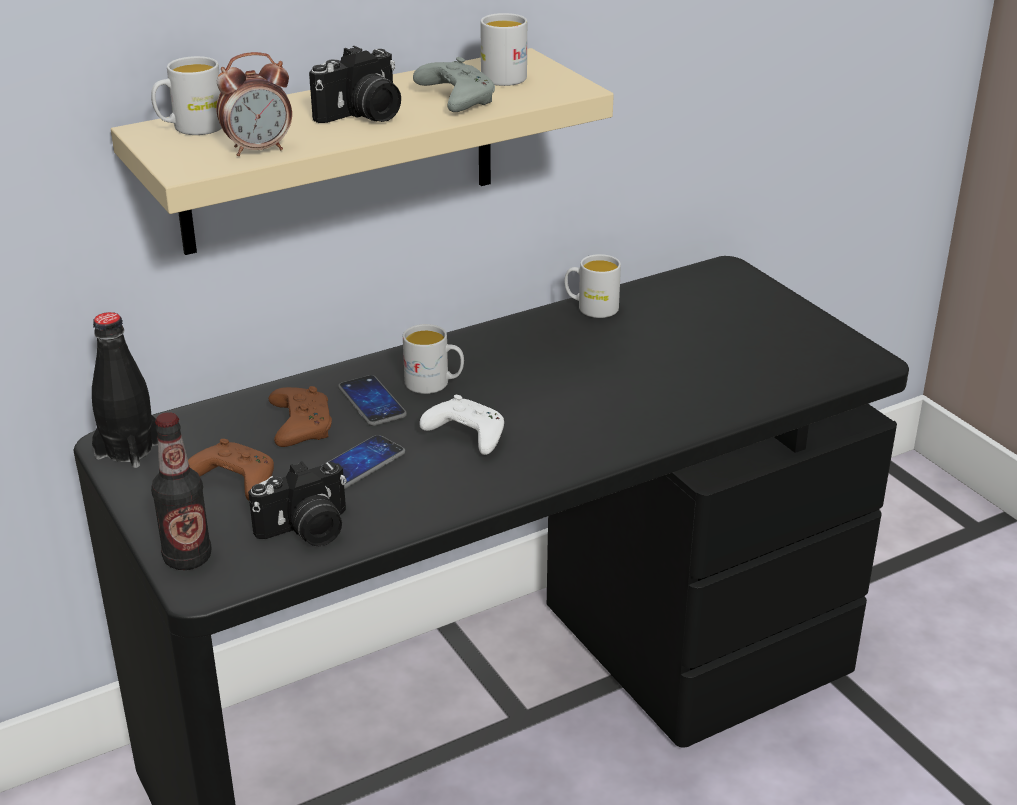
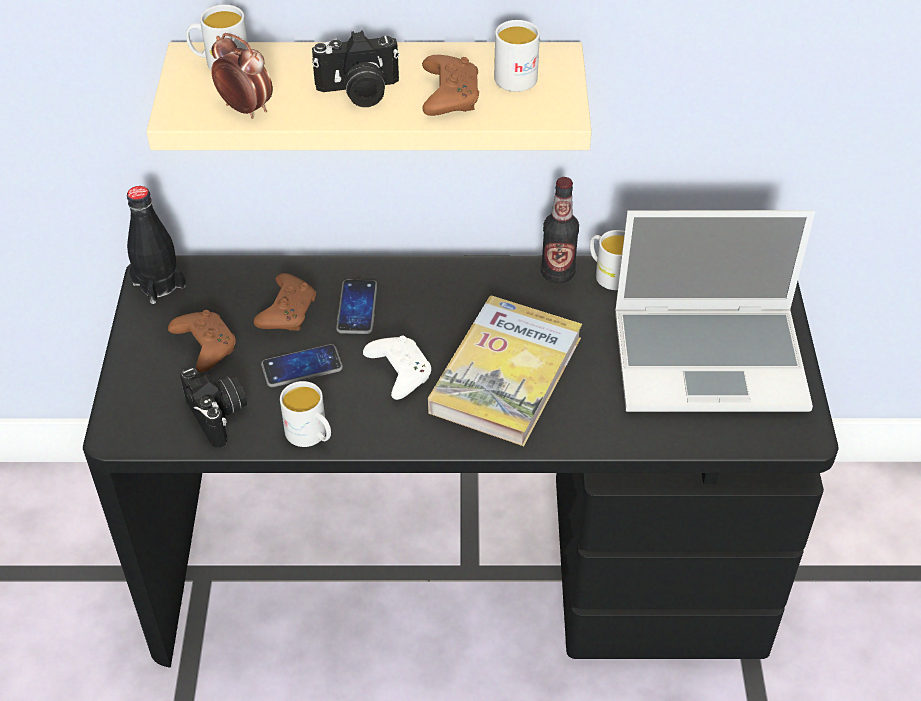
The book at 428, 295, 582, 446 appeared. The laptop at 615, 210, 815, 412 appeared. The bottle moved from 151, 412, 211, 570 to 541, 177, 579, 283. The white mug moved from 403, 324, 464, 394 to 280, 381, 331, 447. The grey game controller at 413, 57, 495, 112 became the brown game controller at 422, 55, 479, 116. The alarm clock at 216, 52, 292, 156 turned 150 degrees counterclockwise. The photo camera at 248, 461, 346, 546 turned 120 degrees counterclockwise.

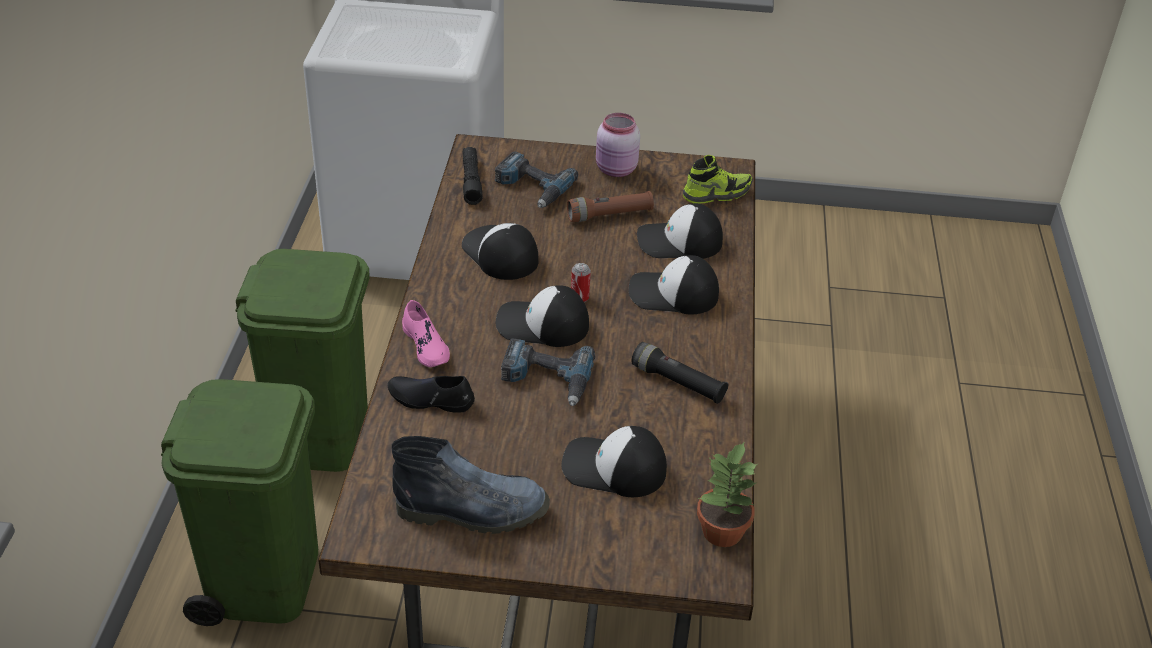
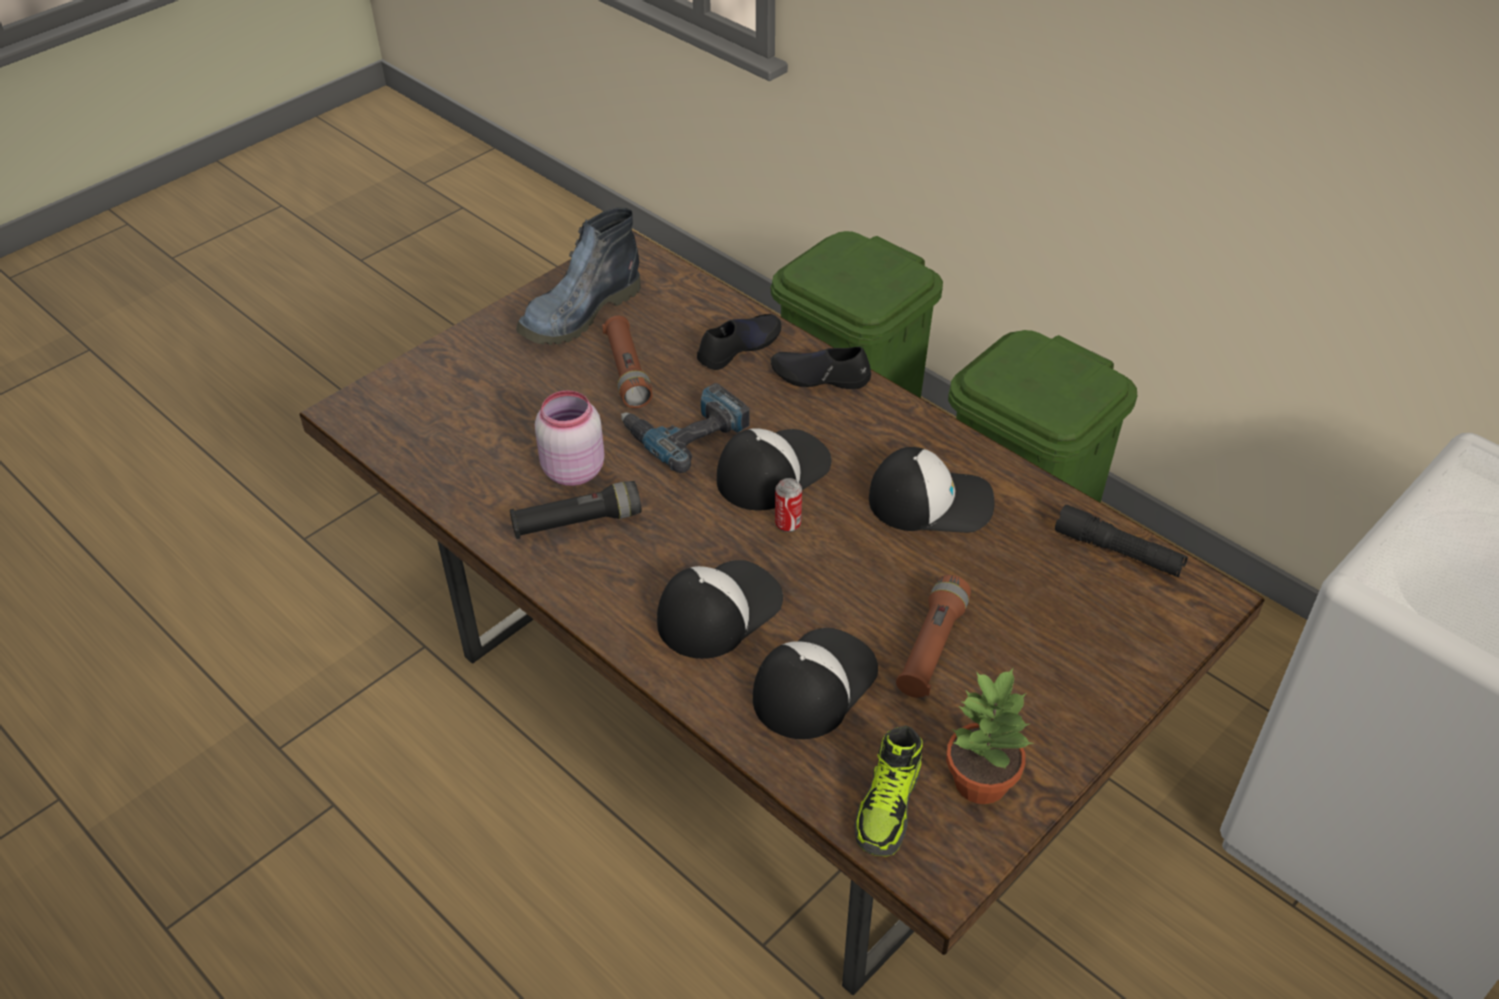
The power drill at 494, 152, 578, 208 disappeared. The cap at 562, 426, 667, 497 disappeared. The brown flashlight at 602, 316, 652, 408 appeared. The pink jar moved from 596, 113, 640, 177 to 535, 391, 605, 486. The potted plant moved from 697, 441, 759, 547 to 946, 668, 1034, 804. The pink shoe at 402, 300, 450, 367 became the black shoe at 770, 347, 871, 389.

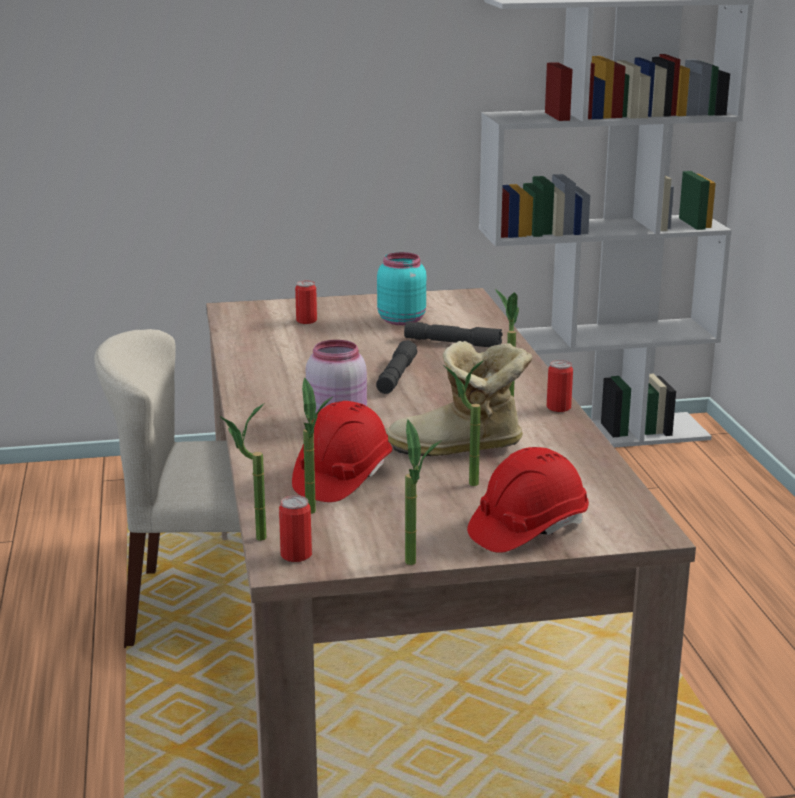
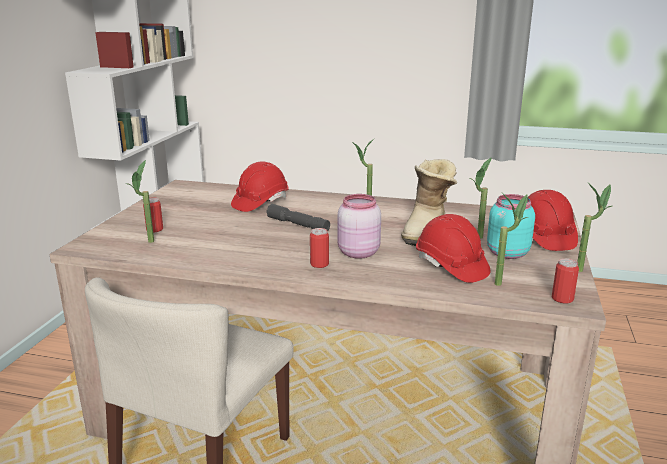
The potted plant moved from 220, 403, 267, 541 to 126, 160, 154, 243. The turquoise jar moved from 377, 252, 426, 325 to 487, 194, 535, 259. The can moved from 547, 360, 573, 412 to 310, 228, 329, 268. The grey flashlight at 404, 322, 503, 347 was replaced by the red hard hat at 231, 161, 289, 212.

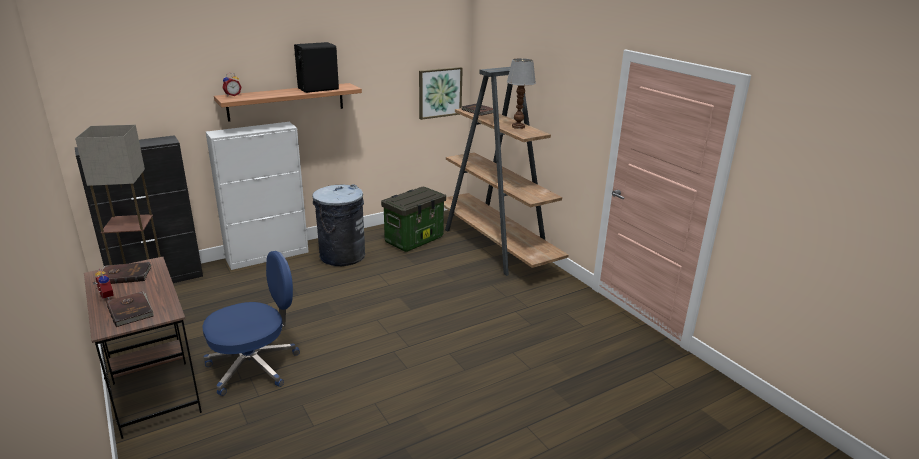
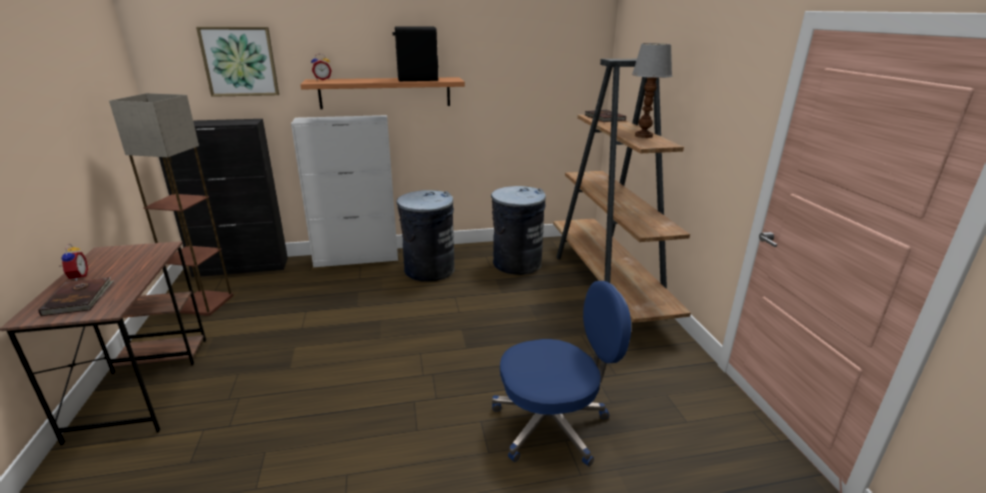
The brown book at 98, 262, 151, 284 disappeared. The blue office chair moved from 202, 251, 300, 396 to 492, 281, 631, 466. The picture moved from 419, 67, 463, 120 to 196, 27, 279, 97. The storage box at 381, 187, 446, 252 was replaced by the grey trash can at 491, 186, 546, 275.

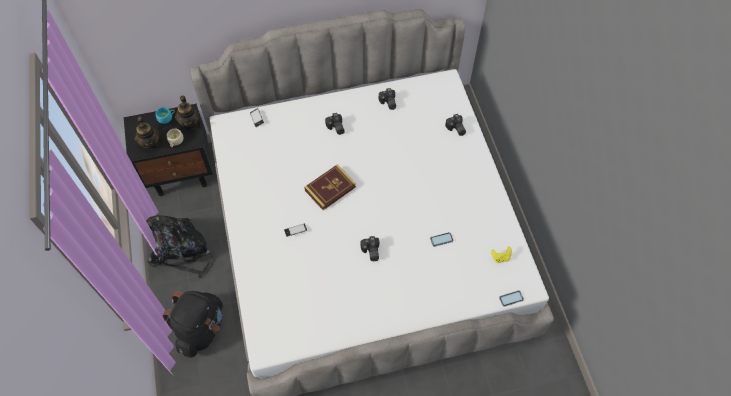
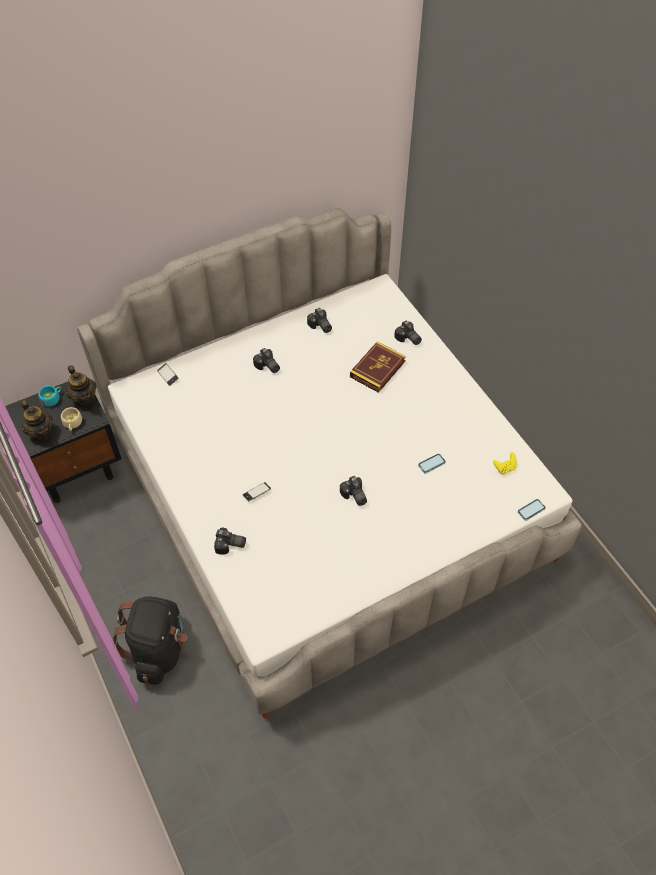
The black backpack at 146, 215, 212, 279 disappeared. The photo camera at 214, 528, 246, 555 appeared. The book moved from 304, 164, 356, 210 to 350, 341, 406, 393.

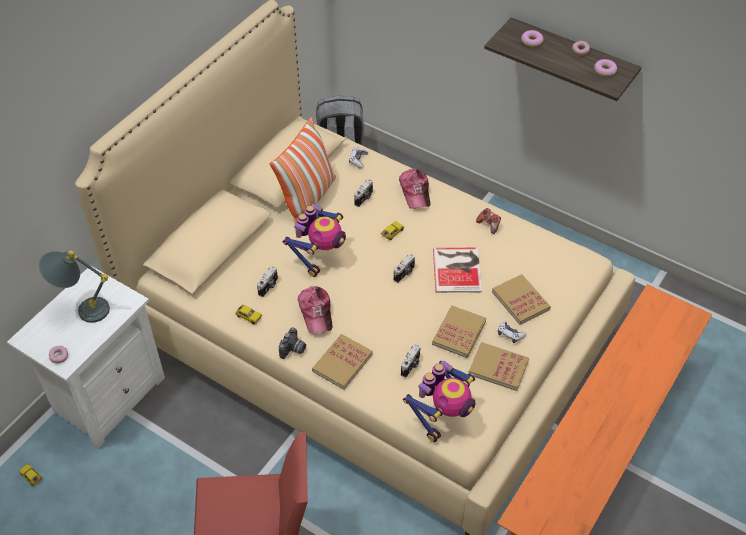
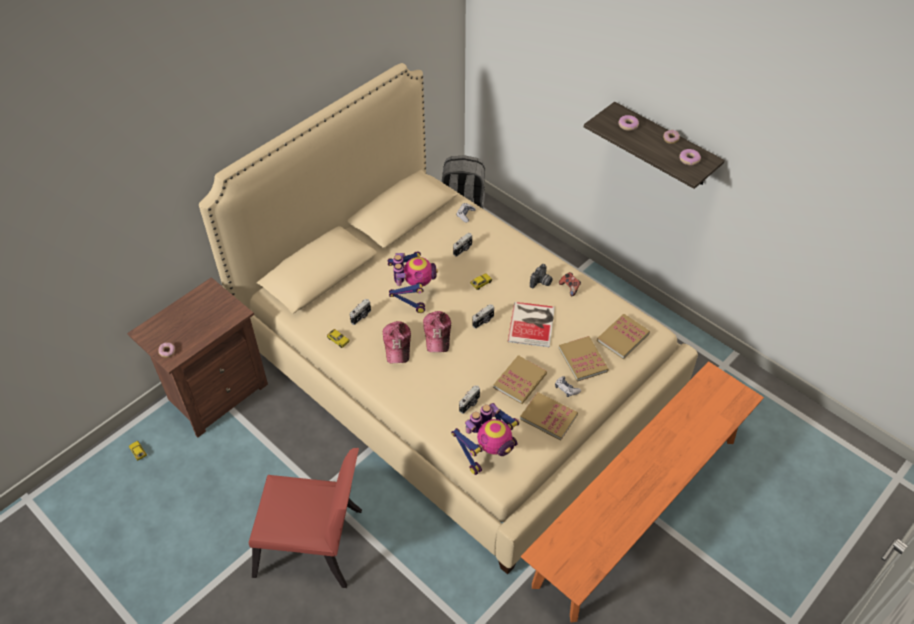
The grey table lamp at 39, 251, 110, 323 disappeared. The pillow at 270, 117, 336, 224 disappeared. The photo camera moved from 279, 327, 306, 359 to 530, 264, 553, 288. The book moved from 312, 334, 373, 390 to 597, 314, 650, 359. The cap moved from 399, 168, 431, 209 to 423, 311, 451, 352. The white nightstand at 7, 265, 165, 449 became the brown nightstand at 127, 277, 268, 438. The toy robot at 282, 204, 346, 277 turned 45 degrees counterclockwise.

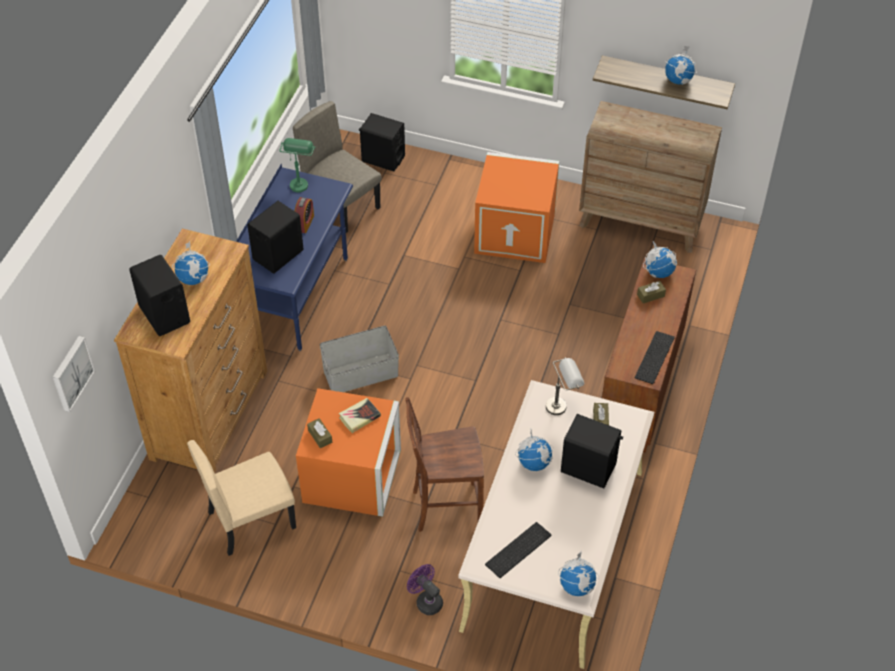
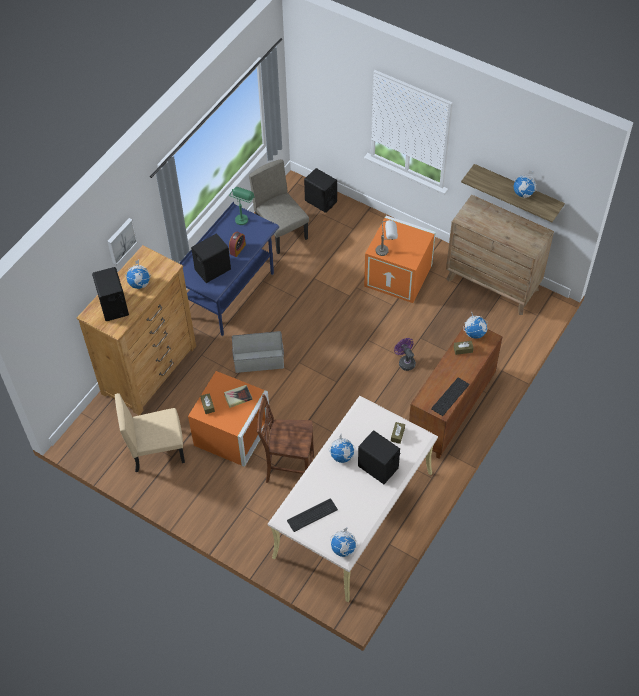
The picture moved from 53, 336, 95, 412 to 107, 218, 137, 265. The purple fan moved from 407, 564, 443, 615 to 394, 338, 416, 371. The grey table lamp moved from 546, 357, 584, 415 to 376, 220, 398, 256.

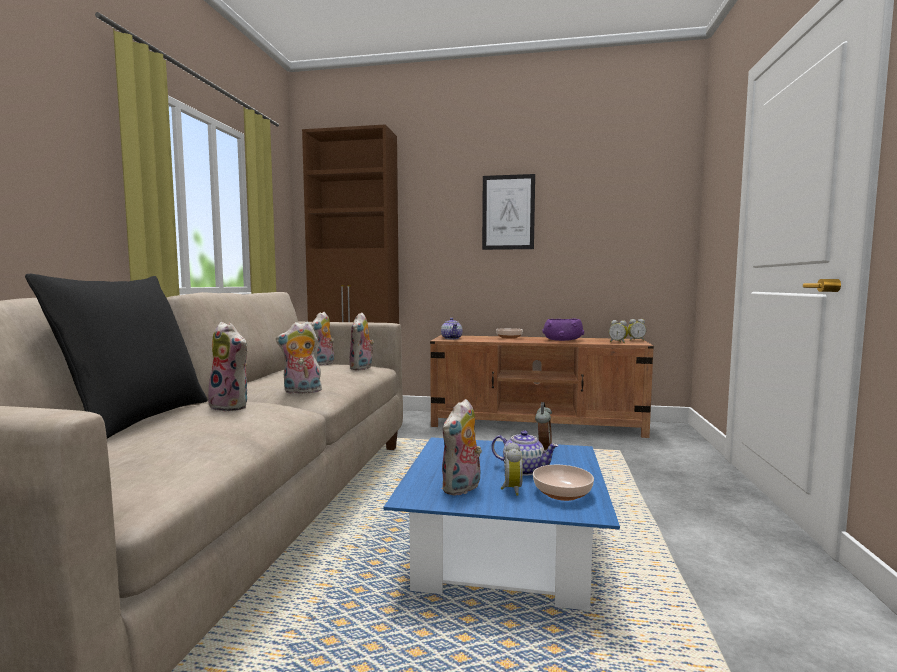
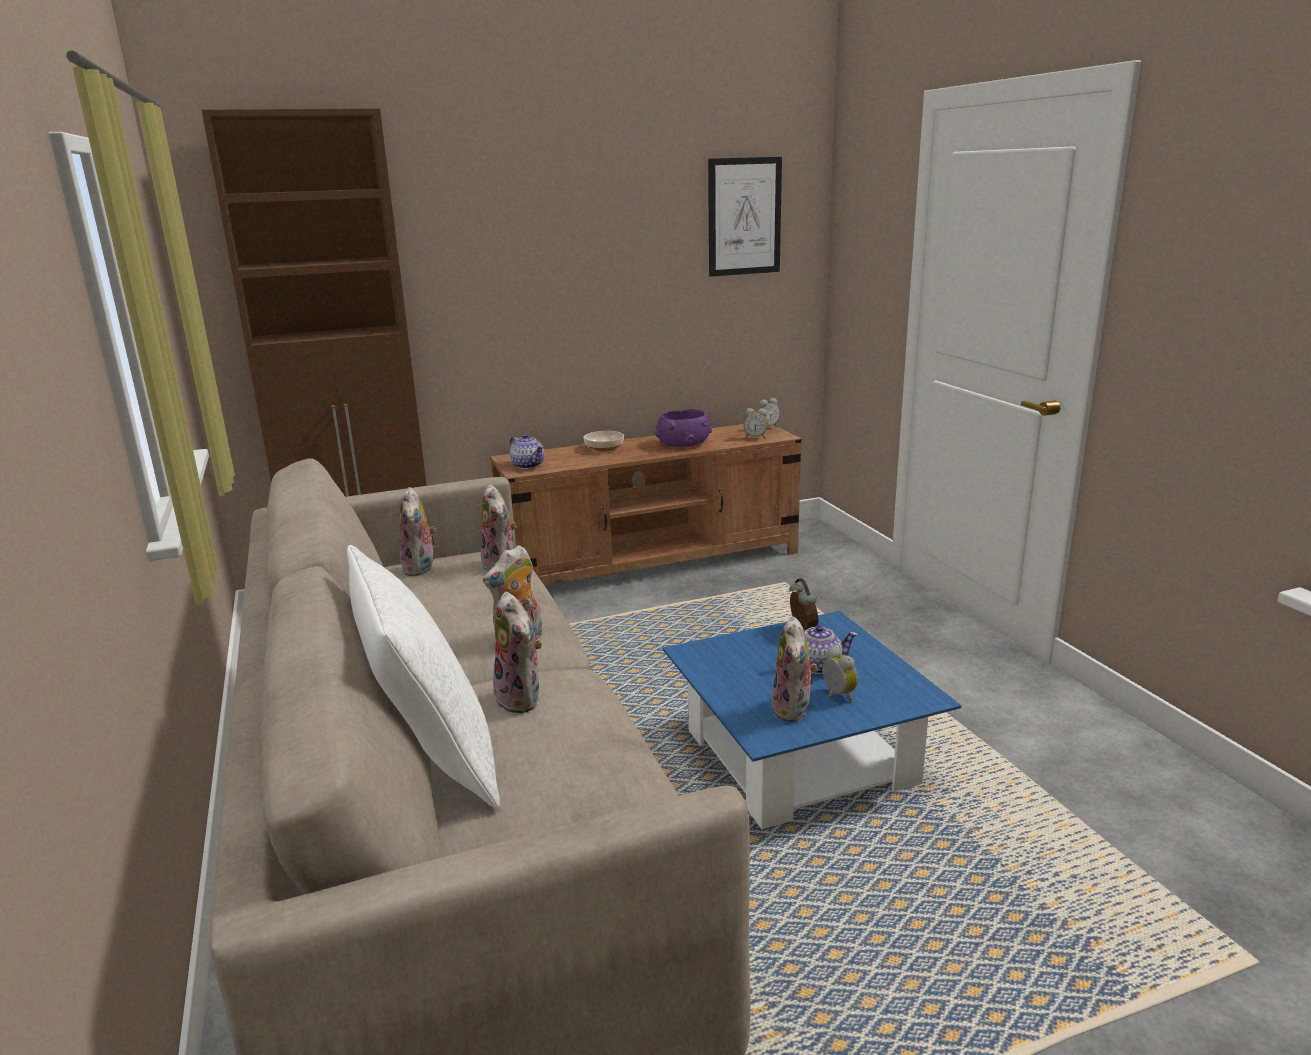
The bowl at 533, 465, 594, 501 disappeared. The picture moved from 482, 174, 535, 250 to 708, 157, 782, 277. The black pillow at 25, 274, 208, 439 became the white pillow at 347, 545, 500, 809. The plush toy at 205, 322, 247, 412 turned 60 degrees clockwise.

